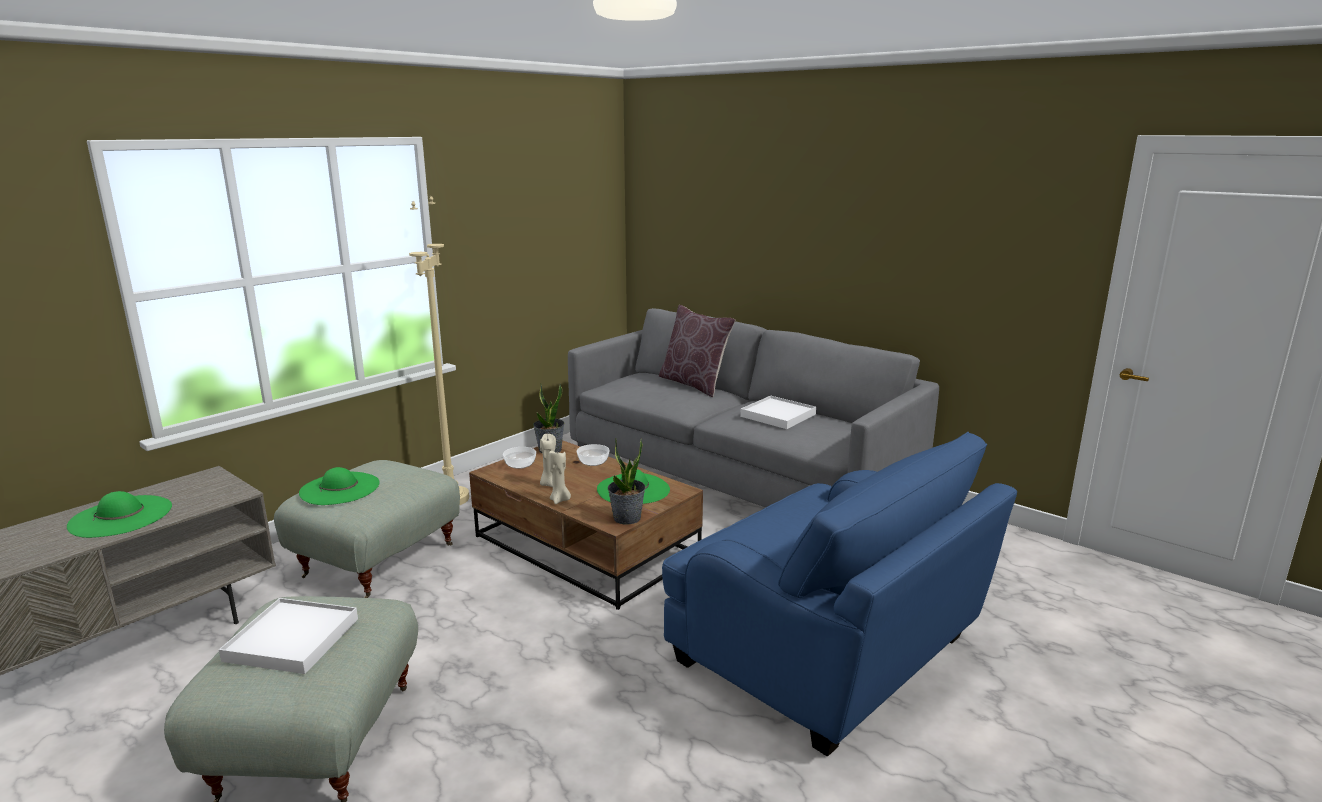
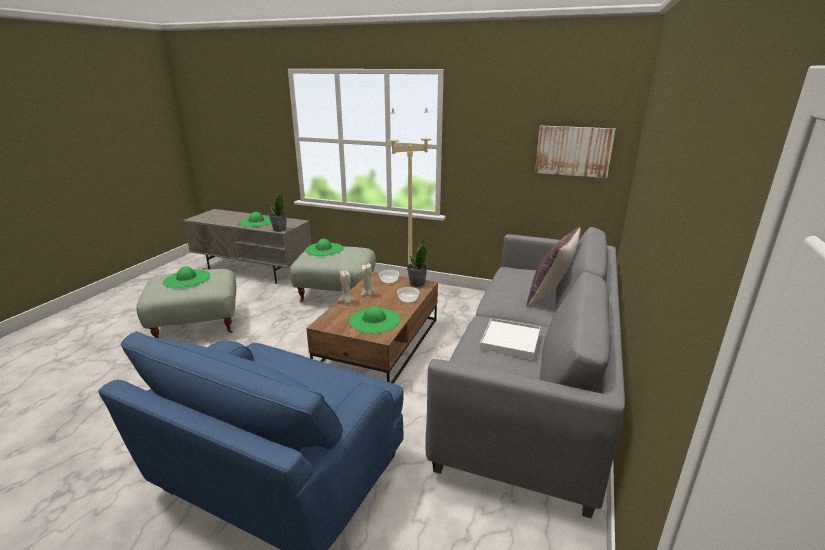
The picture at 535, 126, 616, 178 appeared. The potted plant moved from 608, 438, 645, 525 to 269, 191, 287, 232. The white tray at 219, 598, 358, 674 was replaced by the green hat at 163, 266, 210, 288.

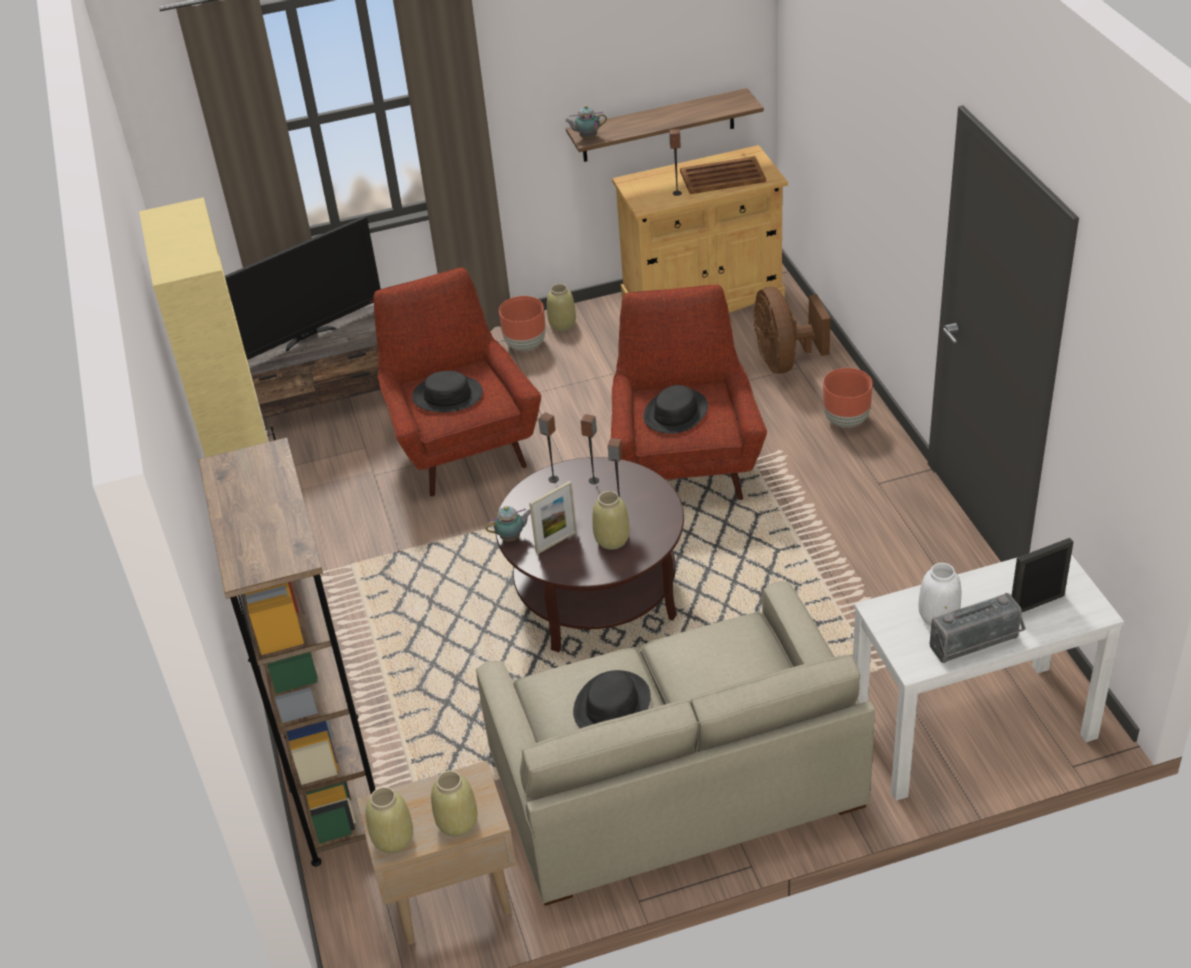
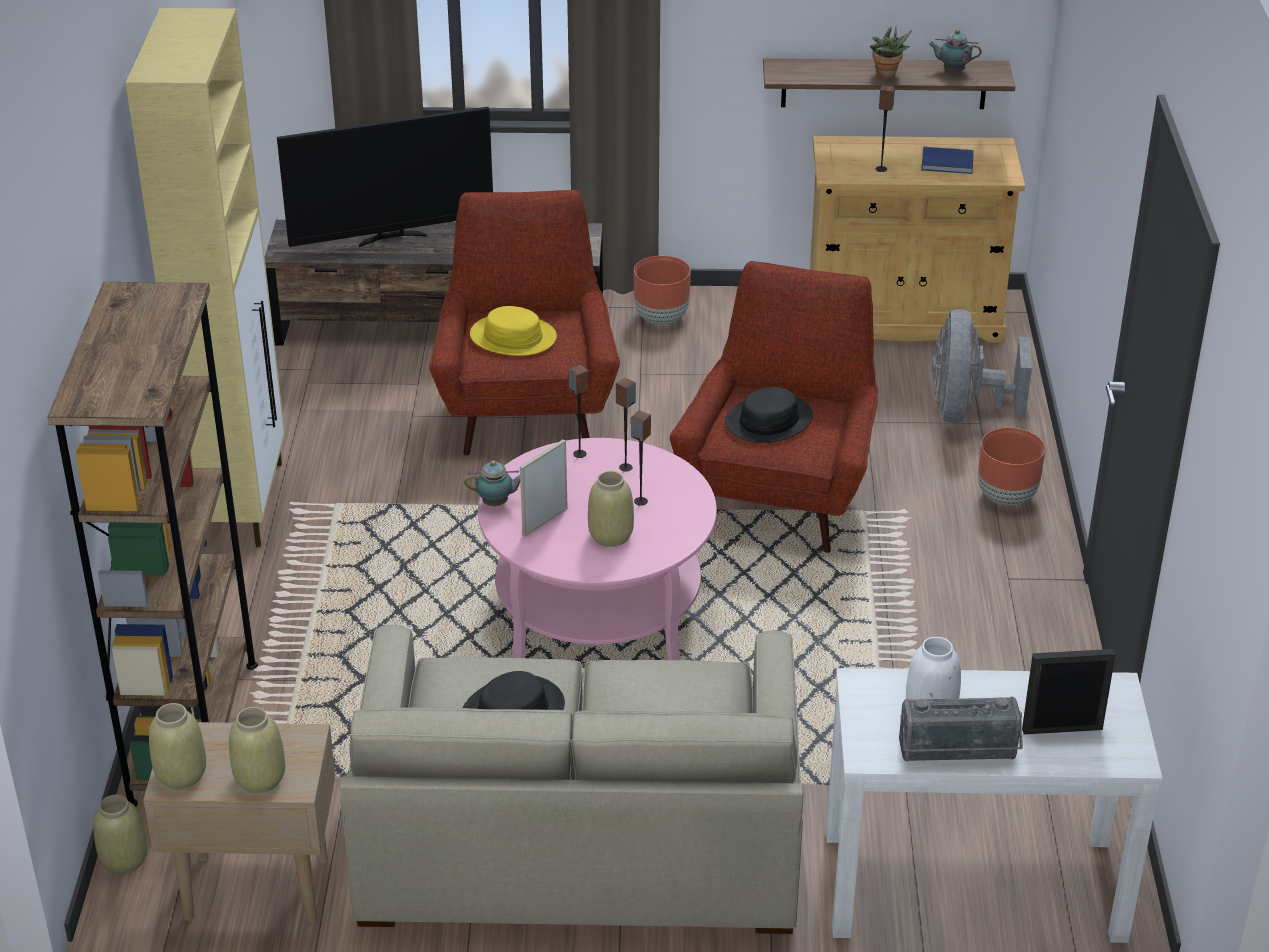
The potted plant at 870, 27, 912, 78 appeared. The beige vase moved from 547, 284, 576, 331 to 93, 794, 148, 874. The teapot moved from 565, 105, 607, 138 to 929, 30, 982, 72. The brown tray at 680, 156, 766, 194 was replaced by the blue book at 921, 147, 974, 174. The black hat at 412, 371, 483, 412 became the yellow hat at 470, 306, 557, 356. The brown coffee table at 496, 457, 684, 652 became the pink coffee table at 478, 438, 717, 660. The brown fan at 754, 287, 831, 374 became the grey fan at 932, 309, 1032, 423. The picture frame at 529, 481, 577, 554 turned 150 degrees clockwise.

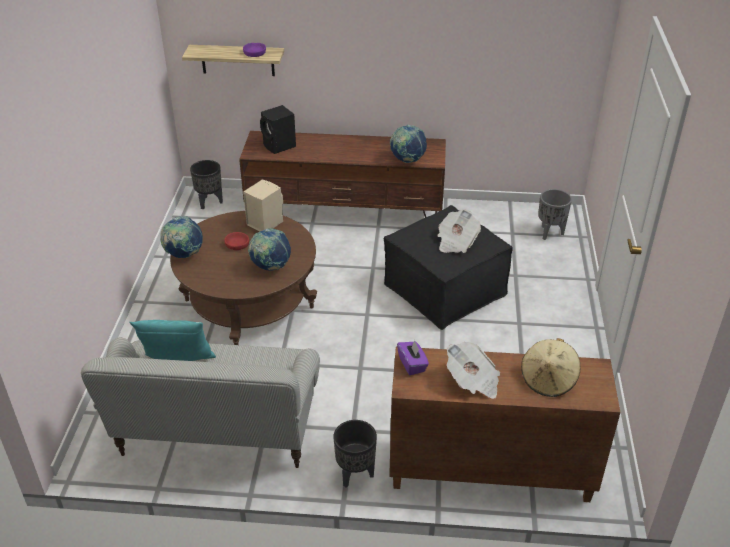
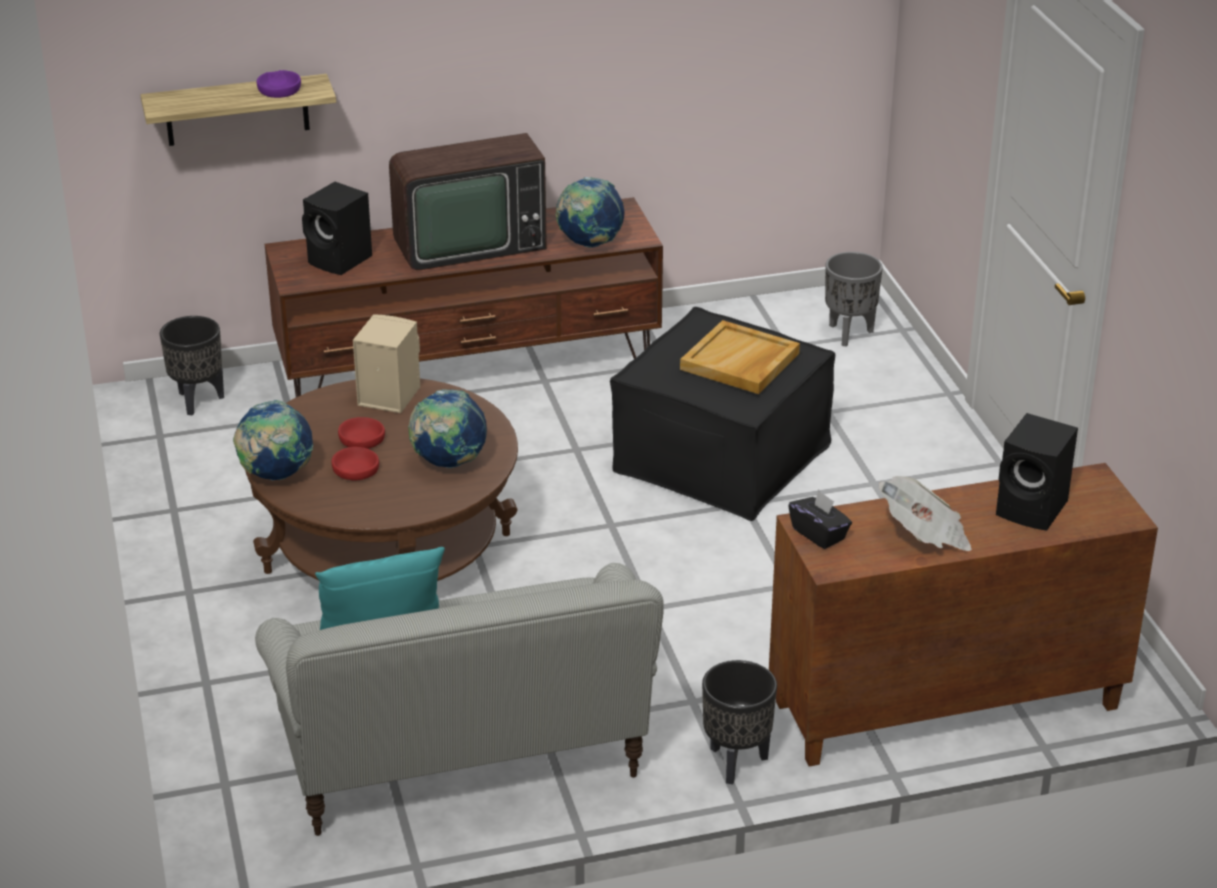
The red bowl at 332, 447, 379, 481 appeared. The television at 389, 133, 547, 270 appeared. The newspaper at 437, 210, 481, 253 was replaced by the beige tray at 680, 320, 800, 394. The beige hat at 521, 338, 581, 397 was replaced by the black speaker at 996, 413, 1078, 531. The purple tissue box at 397, 340, 429, 375 became the black tissue box at 788, 490, 852, 549.

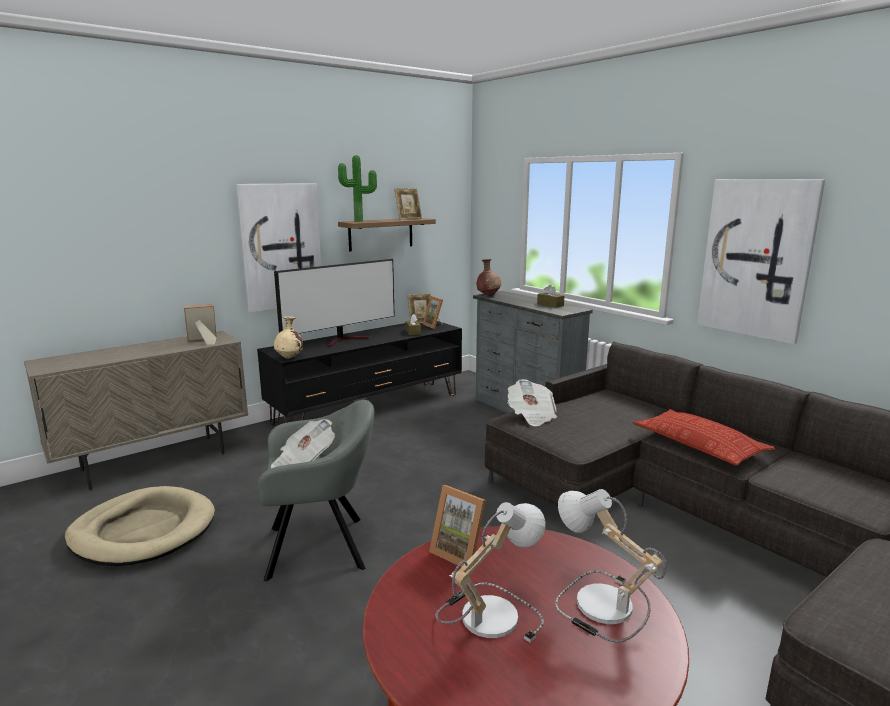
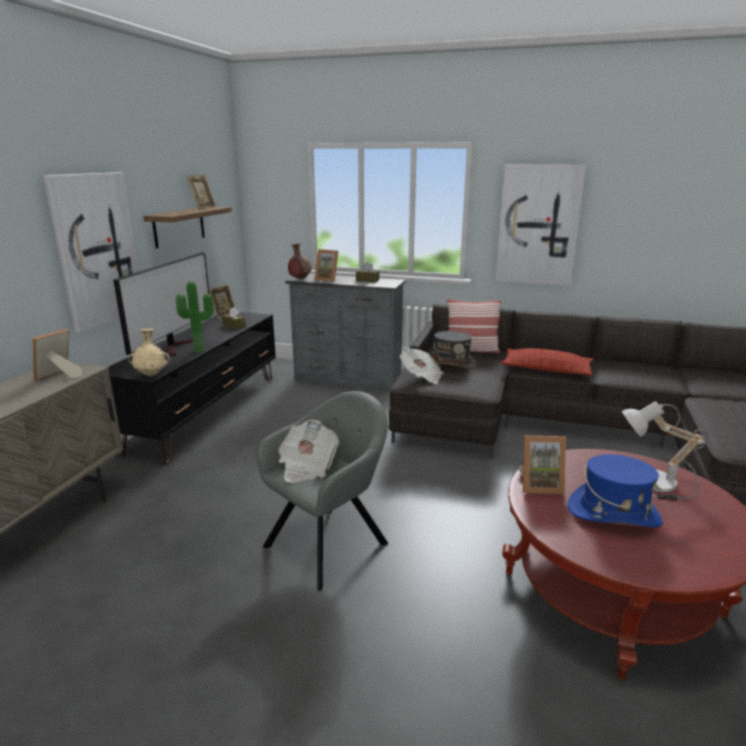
The beige dog bed at 65, 486, 215, 566 disappeared. The grey hat at 431, 331, 477, 369 appeared. The pillow at 447, 298, 502, 353 appeared. The potted plant moved from 338, 155, 377, 222 to 176, 282, 214, 353. The picture frame moved from 423, 296, 443, 329 to 314, 249, 338, 282. The table lamp at 435, 502, 545, 642 was replaced by the blue hat at 568, 454, 663, 528.

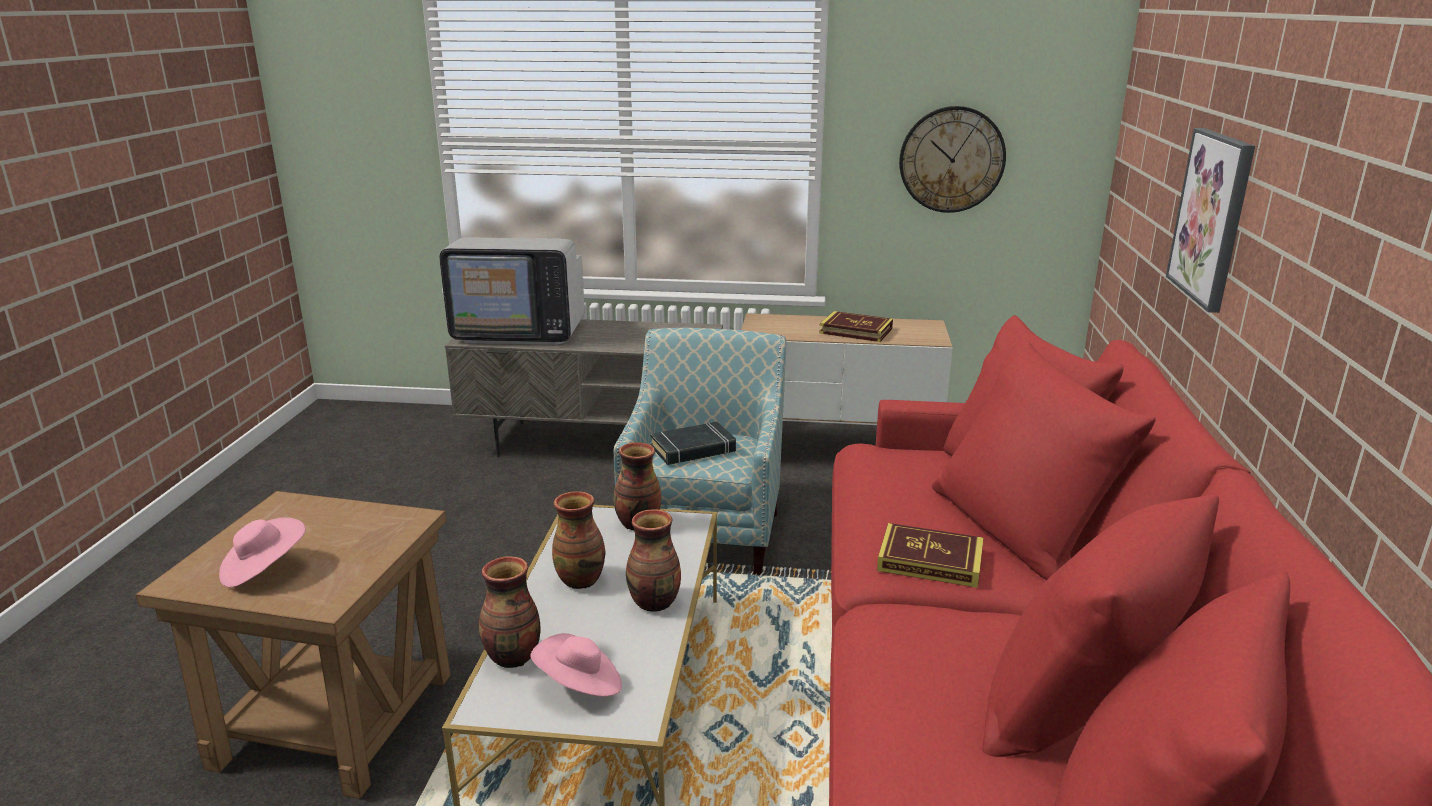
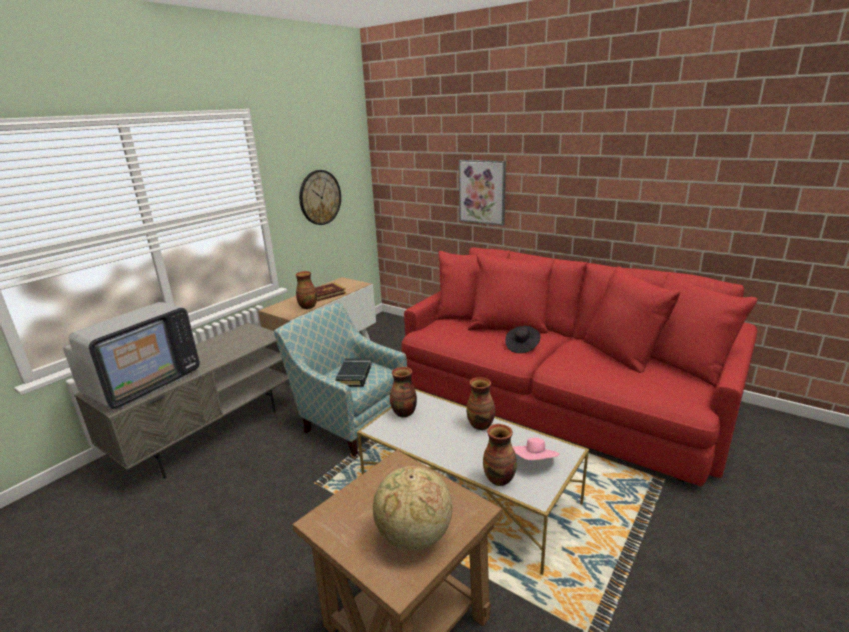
The vase moved from 552, 491, 605, 589 to 296, 271, 317, 309. The pink hat at 219, 517, 306, 587 was replaced by the globe at 373, 466, 452, 550. The book at 877, 523, 984, 588 was replaced by the black hat at 505, 326, 541, 353.

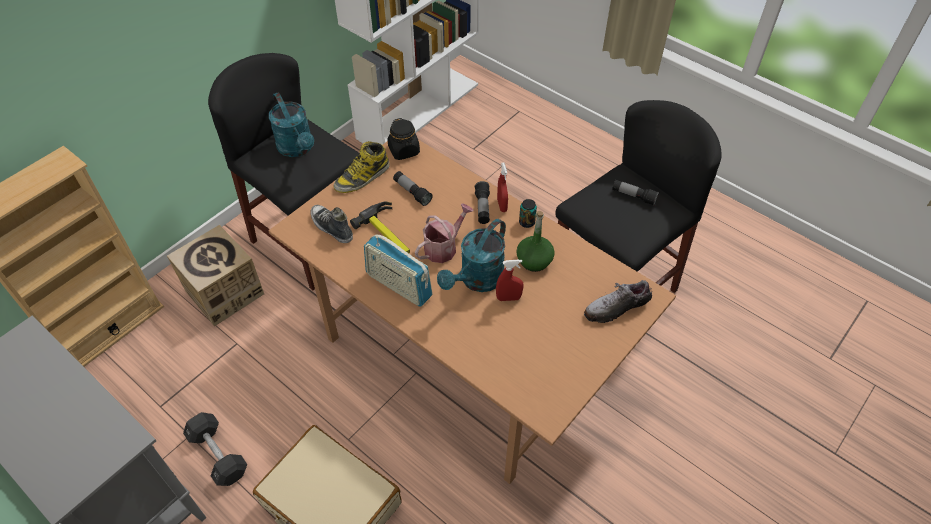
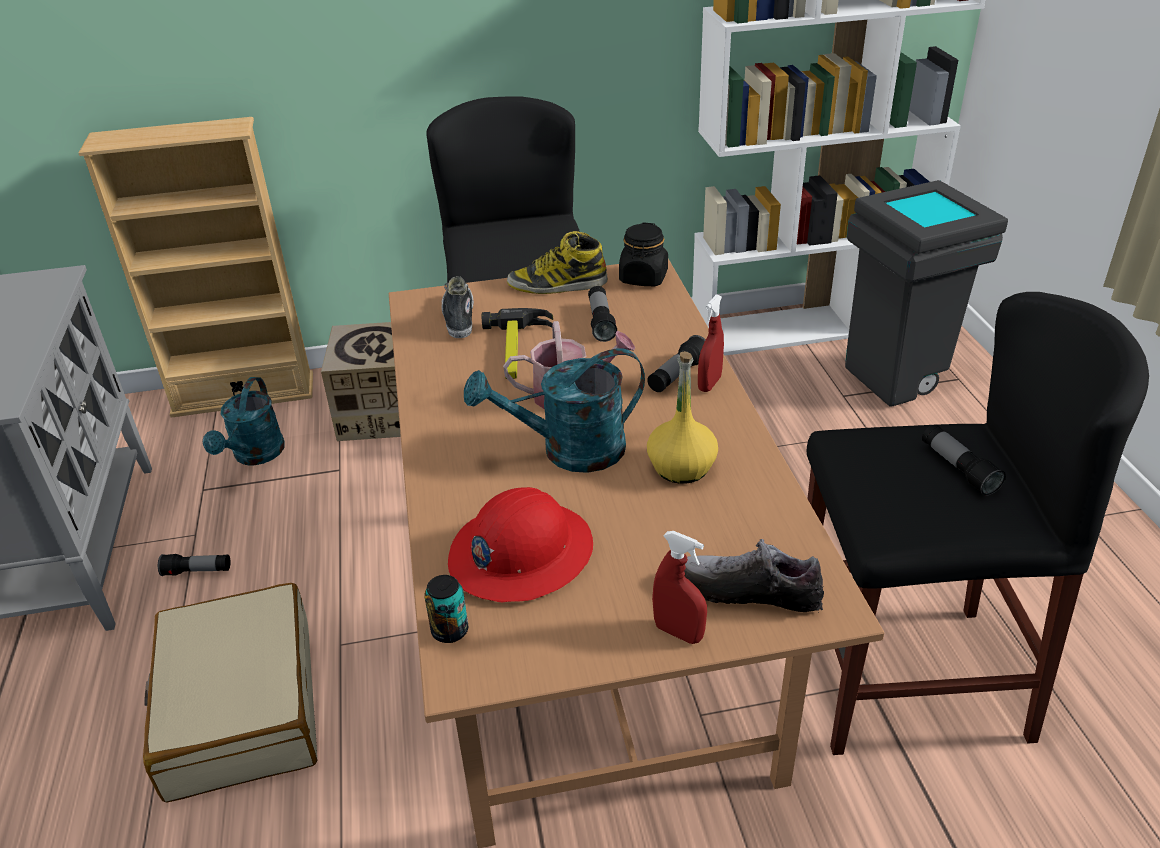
The radio at 364, 235, 432, 307 disappeared. The red hard hat at 448, 487, 593, 603 appeared. The grey trash can at 845, 180, 1008, 407 appeared. The turquoise watering can moved from 269, 92, 314, 157 to 203, 377, 285, 465. The red spray bottle moved from 496, 260, 524, 301 to 652, 531, 707, 644. The can moved from 519, 199, 537, 228 to 424, 575, 468, 643. The black dumbbell at 183, 412, 247, 486 was replaced by the flashlight at 158, 554, 231, 576. The green bottle at 516, 211, 555, 272 became the yellow bottle at 647, 351, 718, 484.

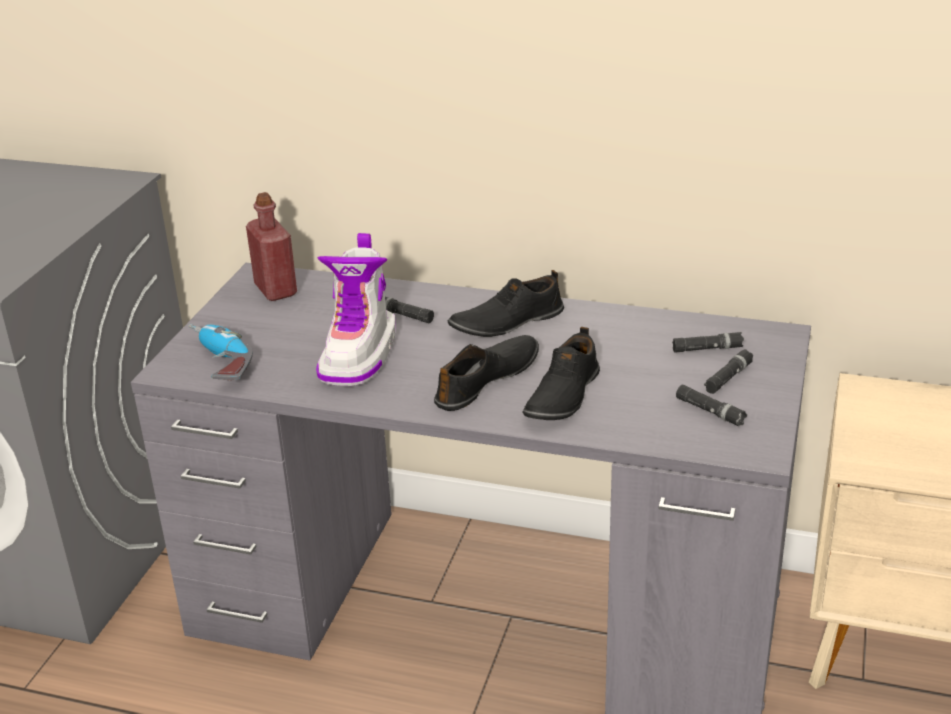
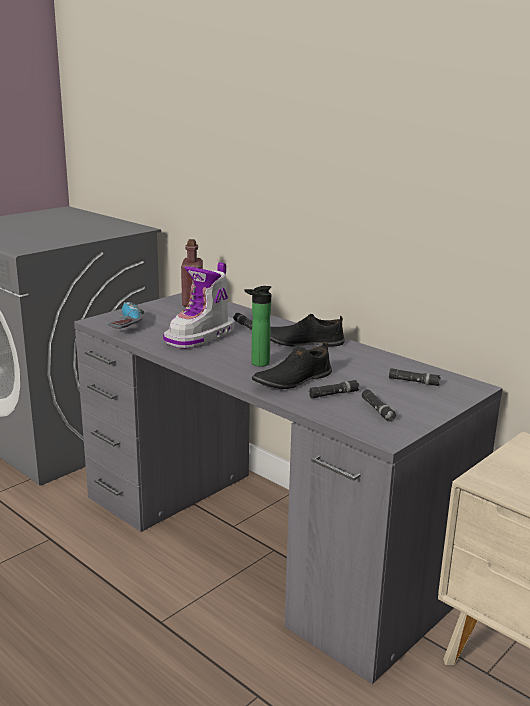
The black flashlight moved from 704, 349, 753, 394 to 309, 380, 359, 398. The black shoe at 434, 335, 539, 411 was replaced by the bottle at 244, 286, 271, 367.

